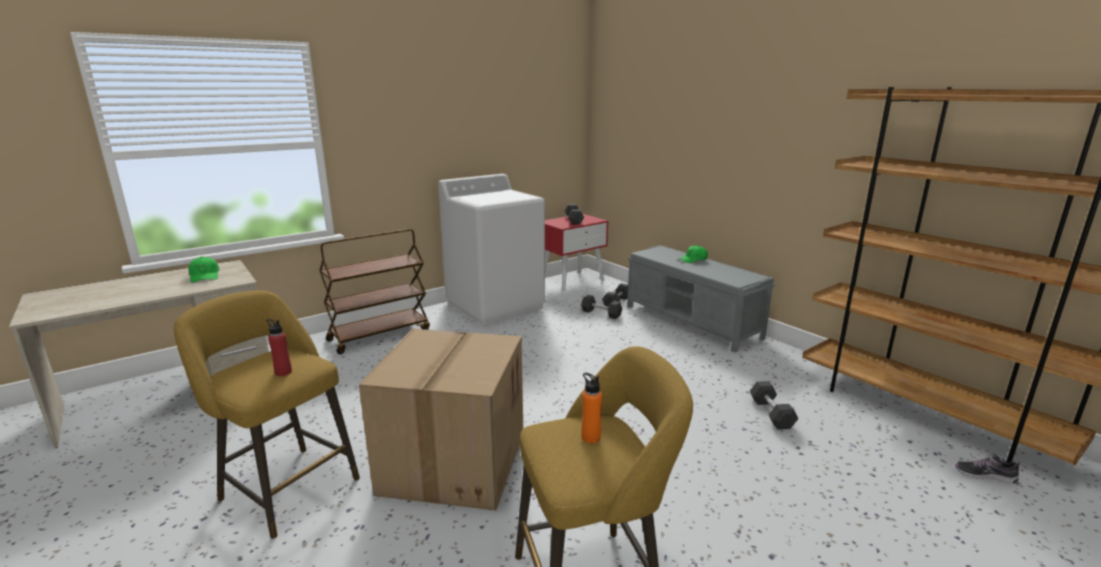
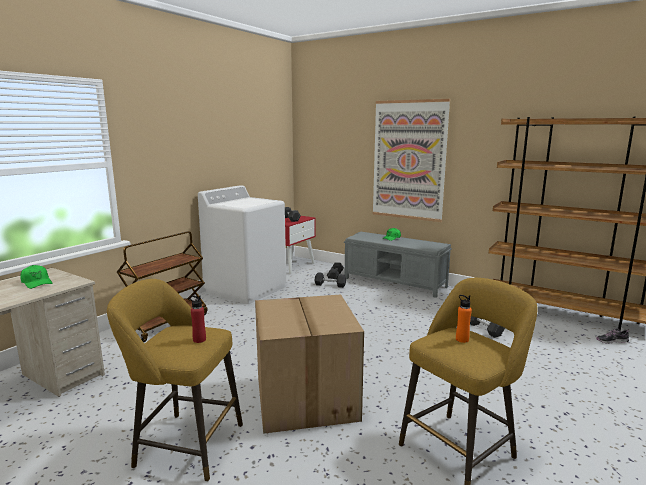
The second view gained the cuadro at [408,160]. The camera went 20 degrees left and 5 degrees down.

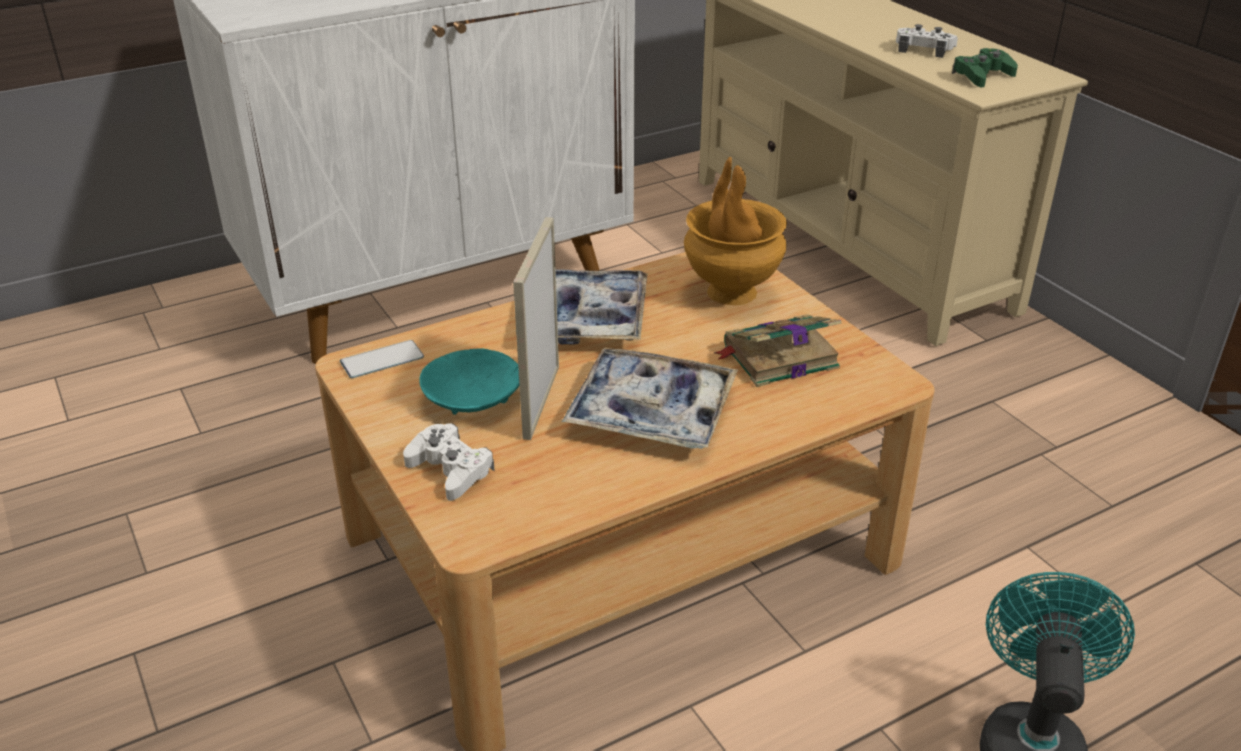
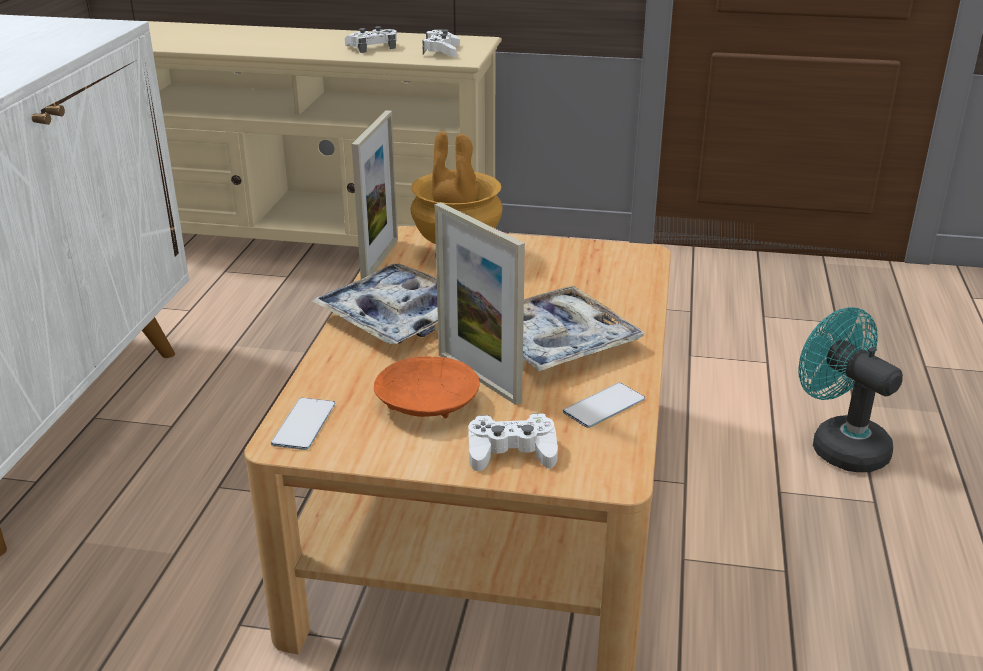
What was the cuenco [turquesa] at [473,397] turned into the cuenco [naranja] at [427,403]. The second view lost the libro at [777,357]. What was the mando de consola [verde] at [982,76] turned into the mando de consola [blanco] at [441,51]. The second view gained the portarretratos at [380,259]. The second view gained the móvil at [604,406]. The camera went 50 degrees left and 5 degrees down.

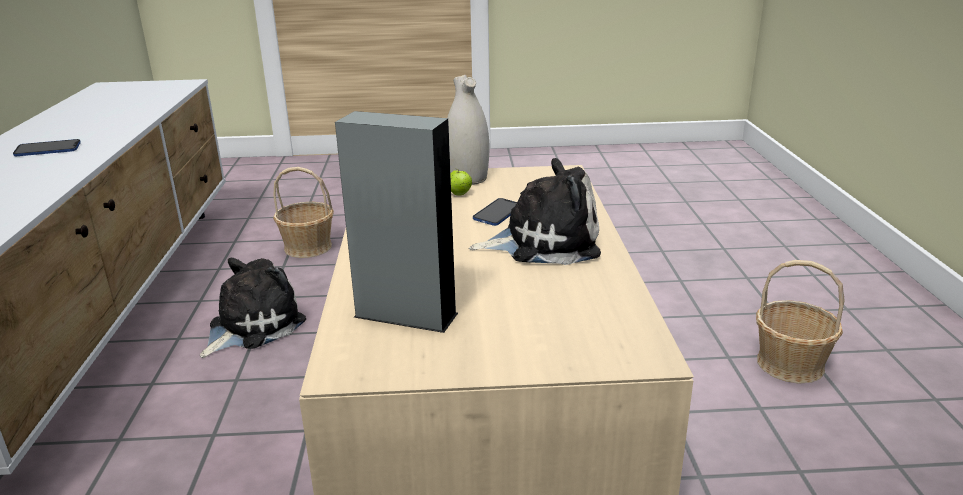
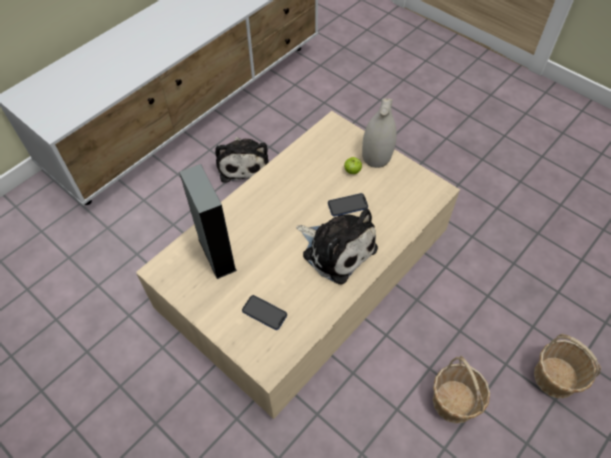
The móvil ended up elsewhere, having gone from [48,150] to [264,313]. The peluche at [252,326] ended up facing another way, 90 degrees clockwise from before. The cesta ended up elsewhere, having gone from [308,247] to [555,378]. The camera went 45 degrees right and 30 degrees up.

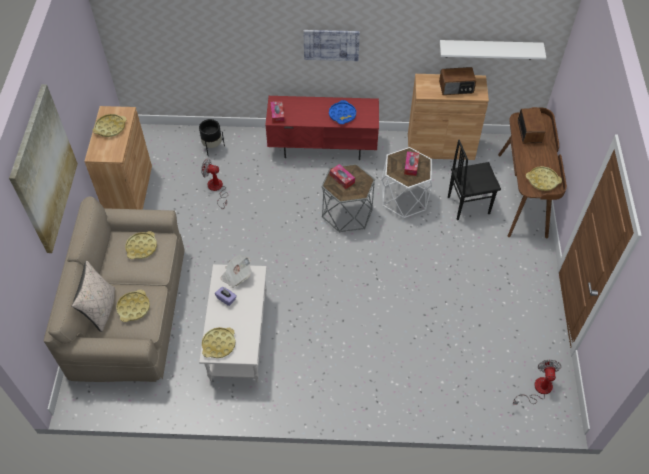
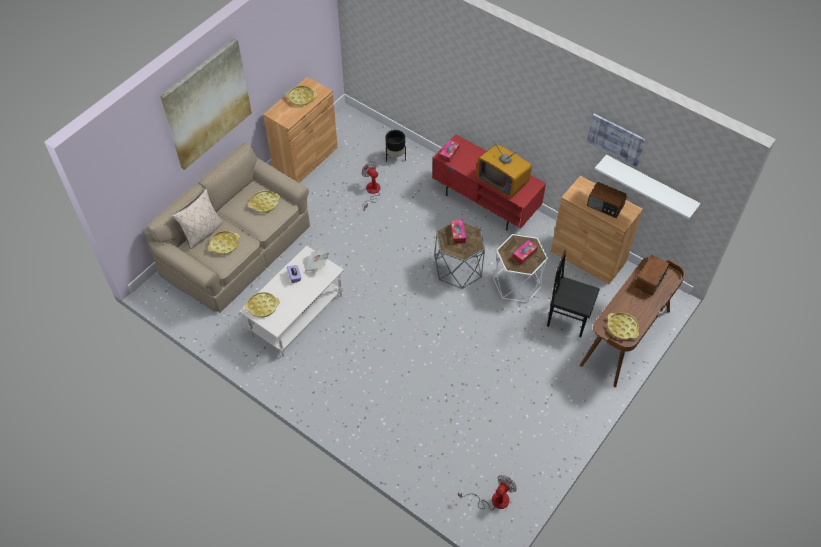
The cuadro ended up elsewhere, having gone from [331,44] to [616,139]. Where the bandeja [azul] stood at [342,114], the televisor came to stand at [502,181]. The camera went 35 degrees right and 0 degrees up.

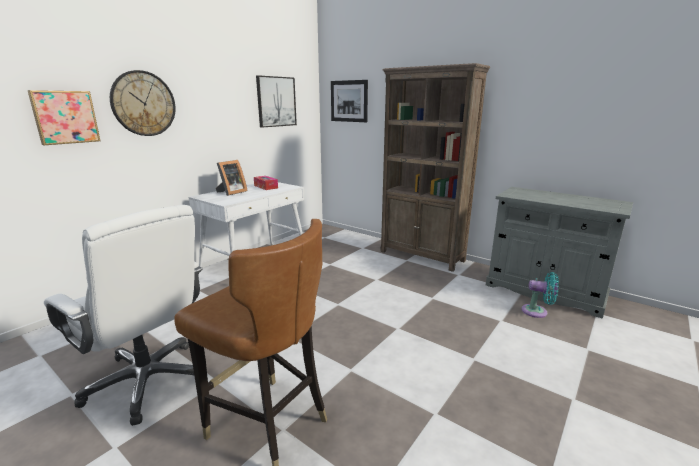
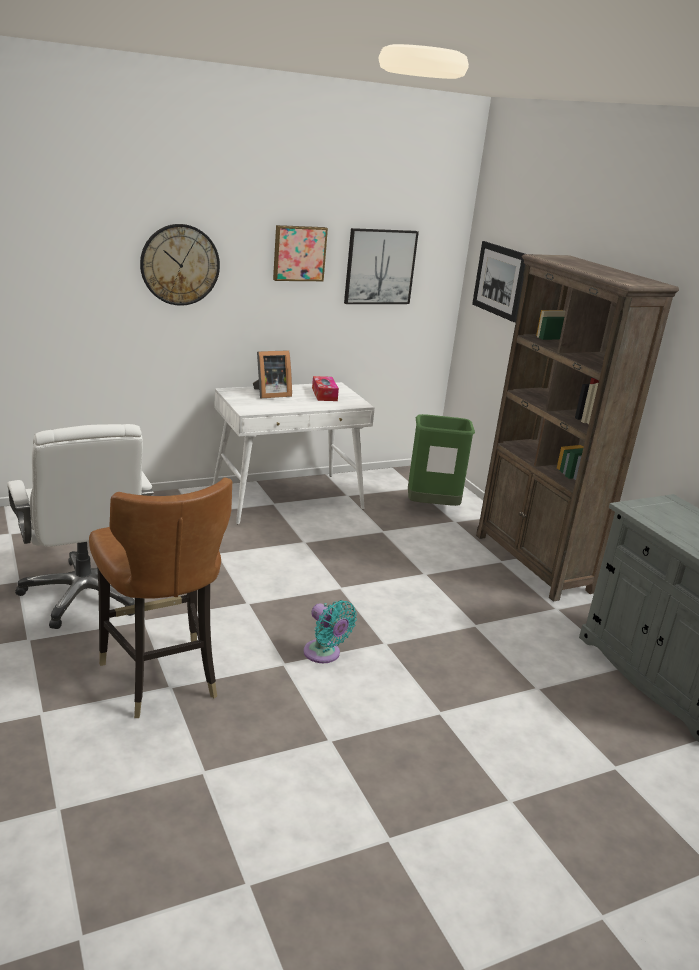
The cuadro ended up elsewhere, having gone from [65,117] to [299,253]. The ventilador [turquesa] ended up elsewhere, having gone from [537,312] to [324,654]. The second view gained the papelera [verde] at [431,508]. The camera went 25 degrees right and 5 degrees up.

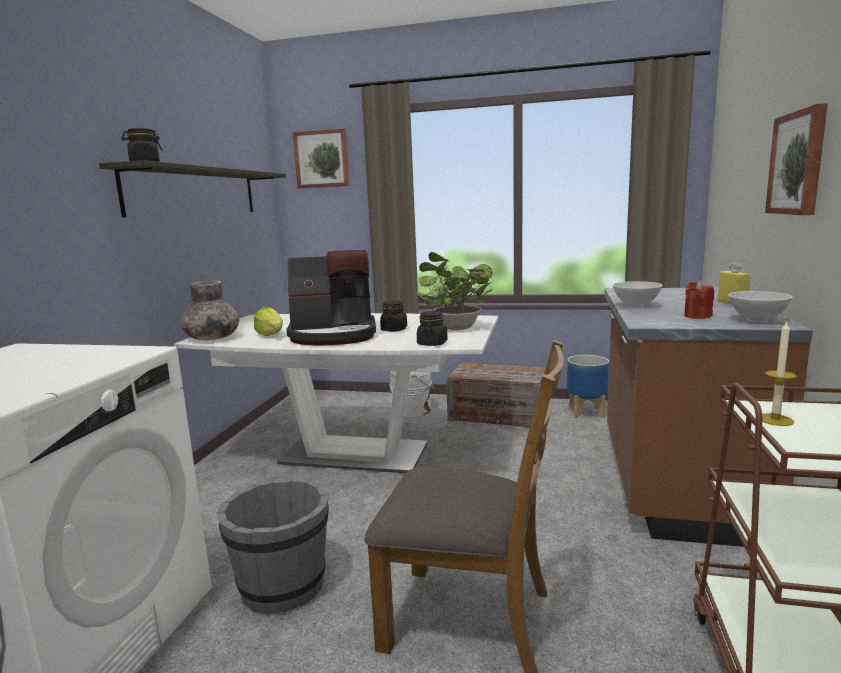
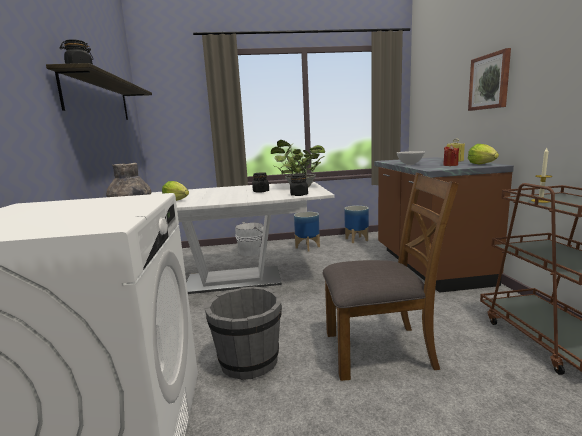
The second view lost the cafetera at [334,335]. The second view lost the cuadro at [322,159]. Where the caja de embalaje stood at [498,415], the maceta came to stand at [307,247]. Where the cuenco [blanco] stood at [757,320], the lechuga came to stand at [482,164]. The camera went 20 degrees left and 0 degrees up.

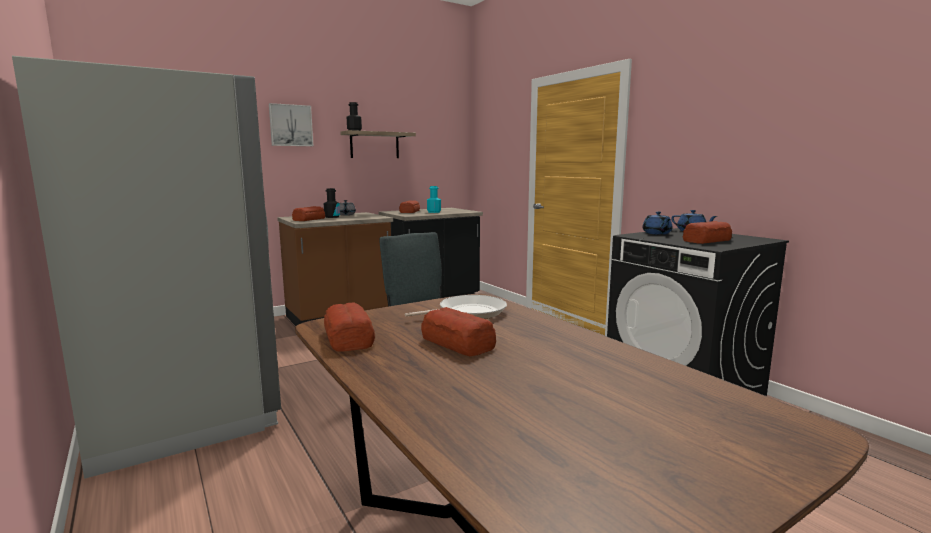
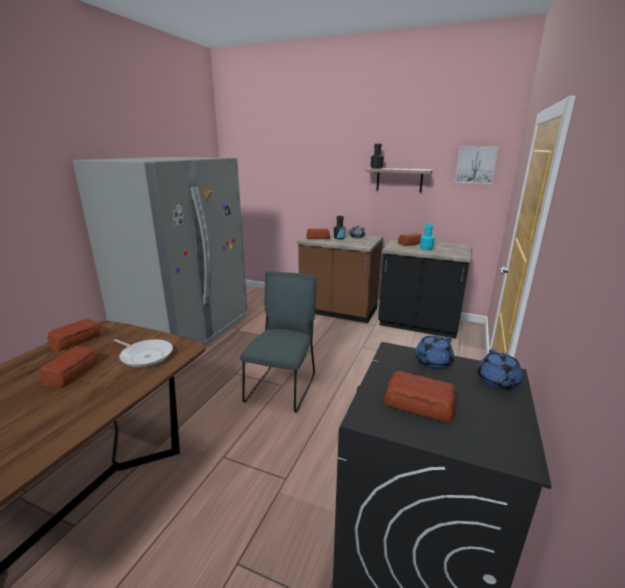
The cuadro ended up elsewhere, having gone from [290,125] to [476,165]. The camera went 55 degrees right and 10 degrees up.

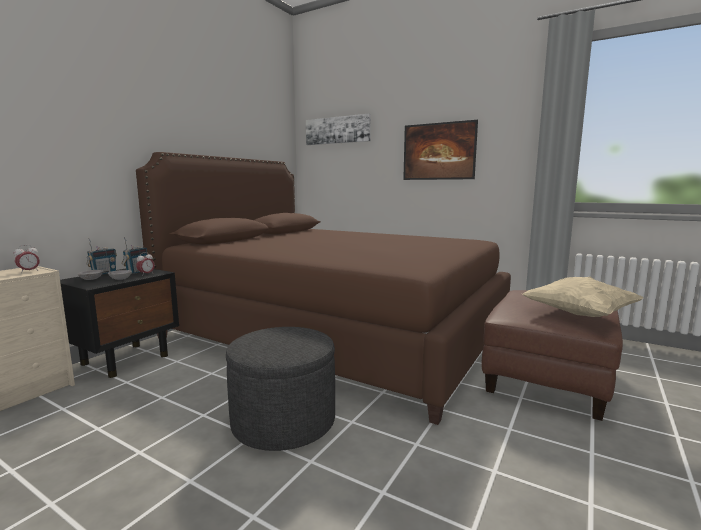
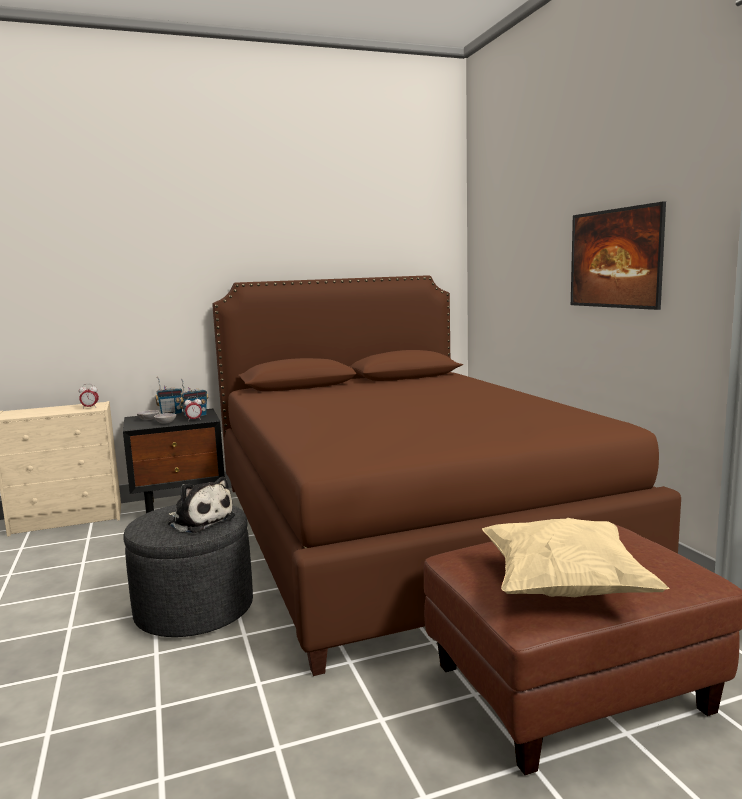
The second view lost the cuadro at [337,130]. The second view gained the peluche at [199,520]. The camera went 40 degrees right and 0 degrees up.

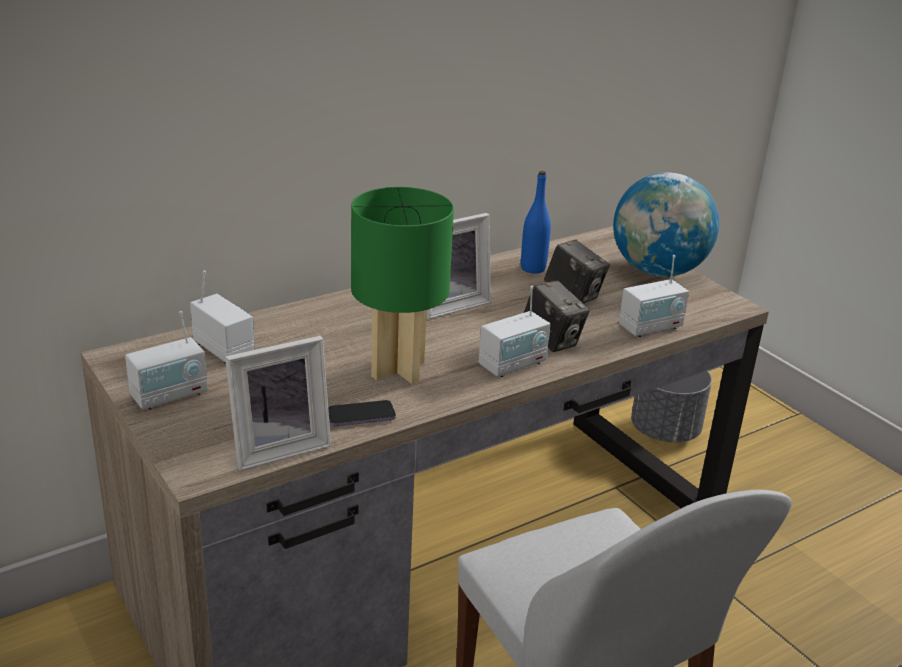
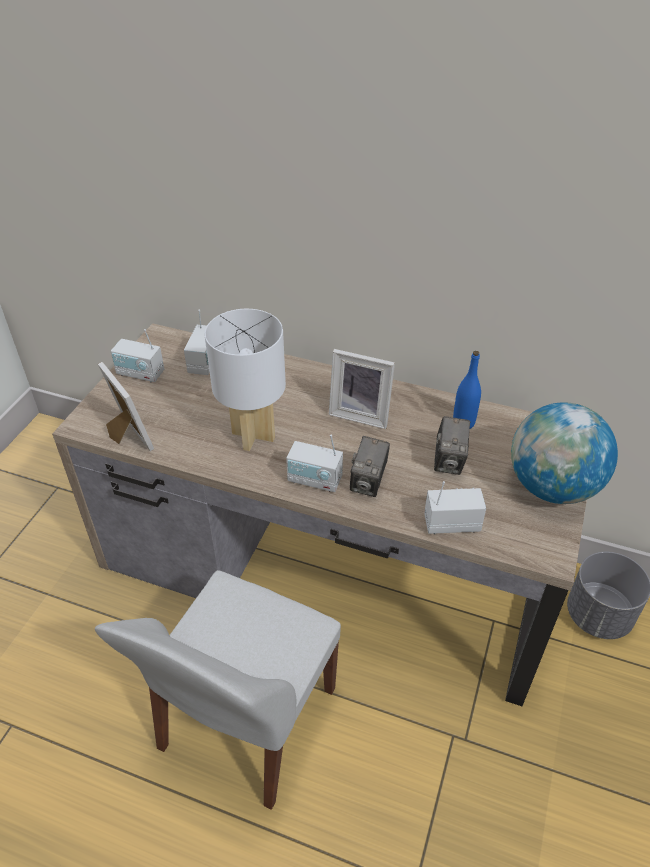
The portarretratos at [278,447] ended up facing another way, 150 degrees counterclockwise from before. The second view lost the móvil at [360,416]. What was the lámpara de mesa [verde] at [398,369] turned into the lámpara de mesa [blanco] at [254,435]. The radio at [651,327] ended up facing another way, 150 degrees clockwise from before. The camera went 55 degrees right and 15 degrees up.

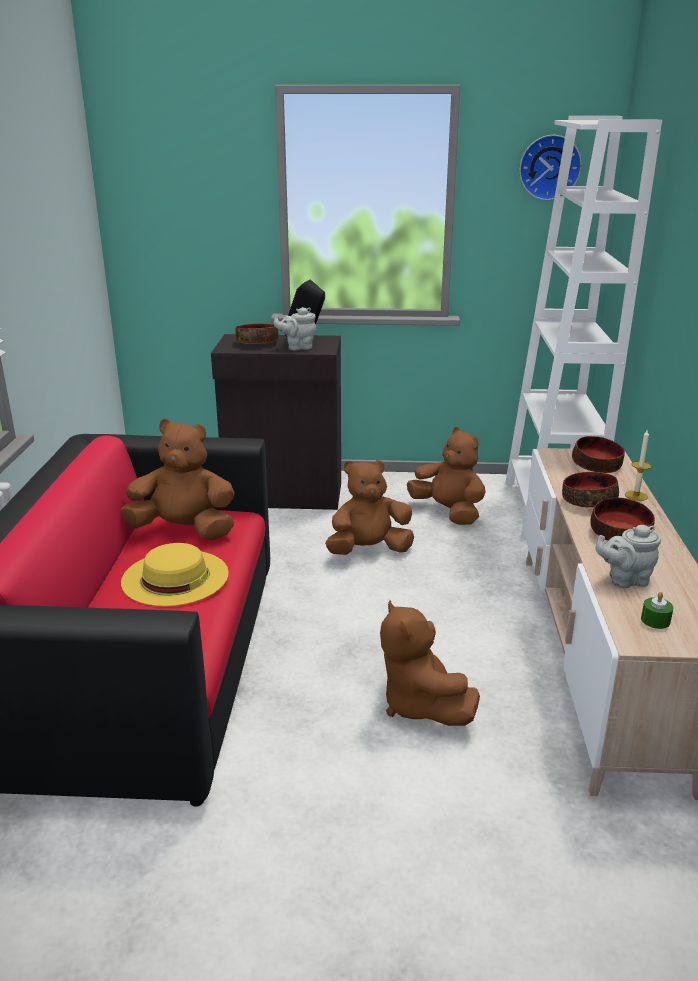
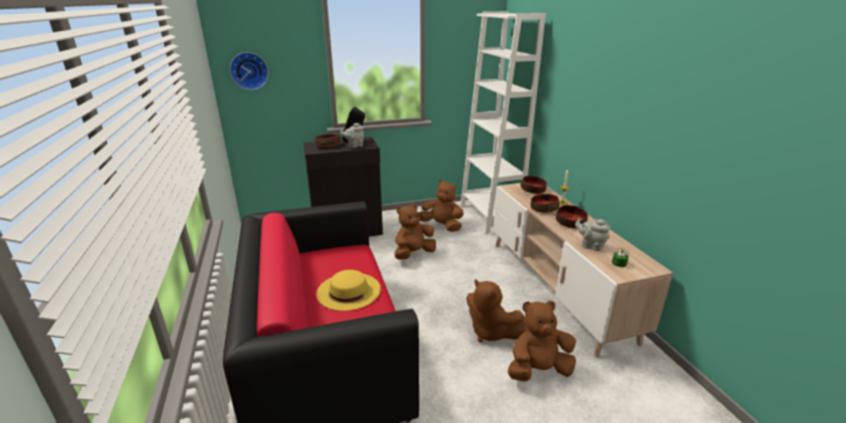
The peluche [marrón] ended up elsewhere, having gone from [183,531] to [538,370]. The reloj de pared ended up elsewhere, having gone from [549,167] to [249,71]. The tetera [gris] at [625,580] ended up facing another way, 60 degrees clockwise from before. The camera went 20 degrees left and 0 degrees up.

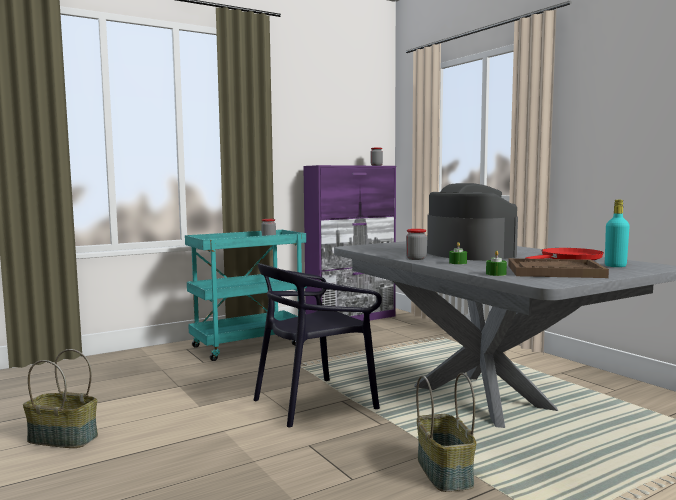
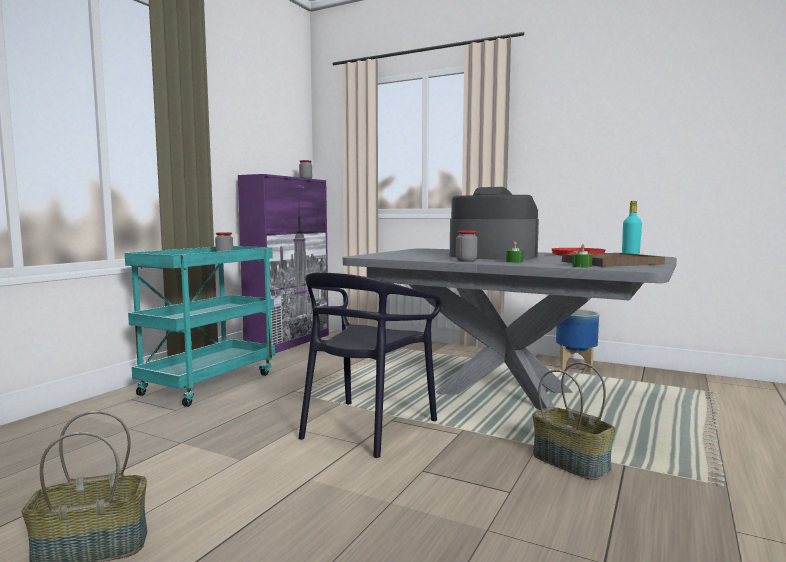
The second view gained the maceta at [576,366]. The camera went 30 degrees left and 0 degrees up.

